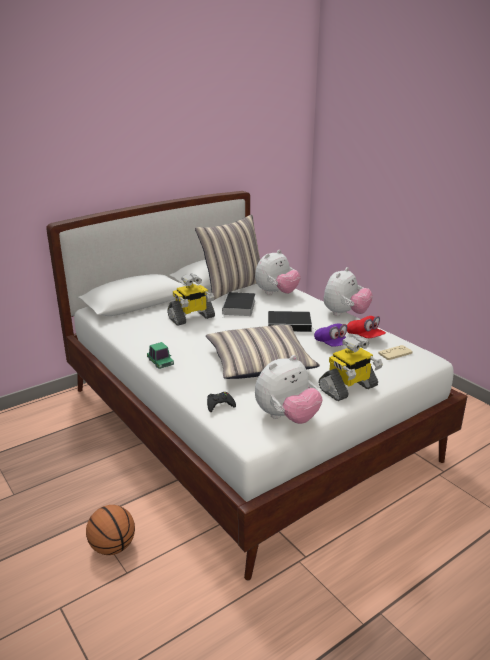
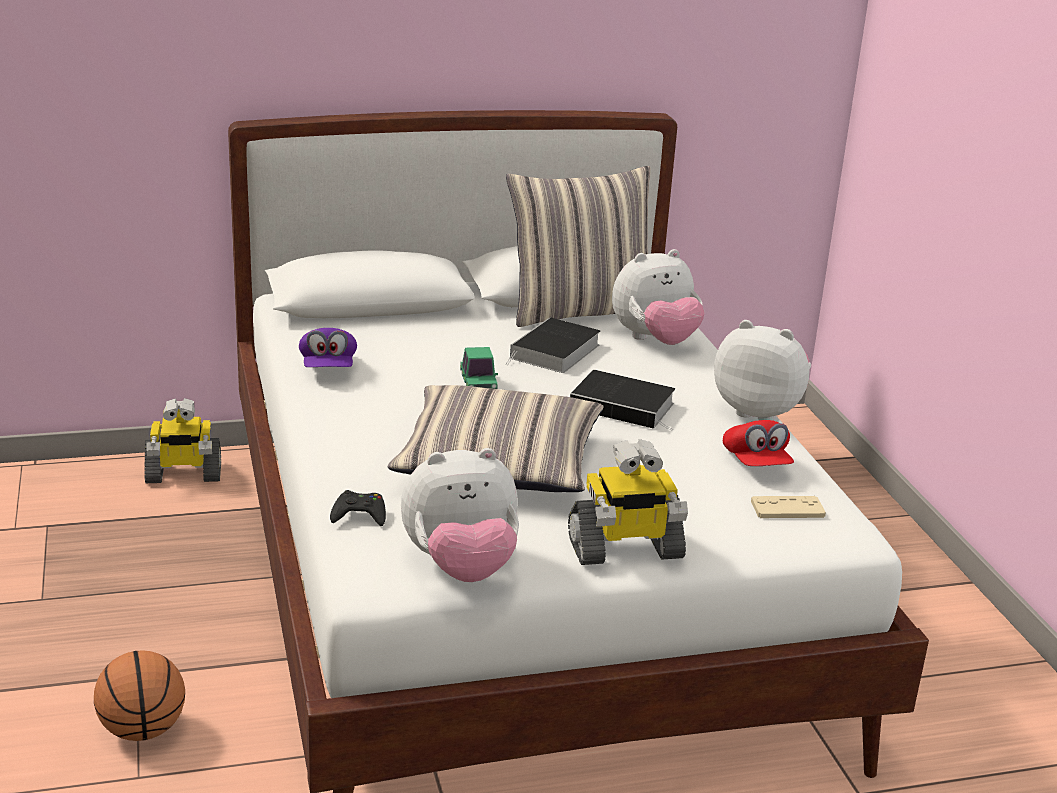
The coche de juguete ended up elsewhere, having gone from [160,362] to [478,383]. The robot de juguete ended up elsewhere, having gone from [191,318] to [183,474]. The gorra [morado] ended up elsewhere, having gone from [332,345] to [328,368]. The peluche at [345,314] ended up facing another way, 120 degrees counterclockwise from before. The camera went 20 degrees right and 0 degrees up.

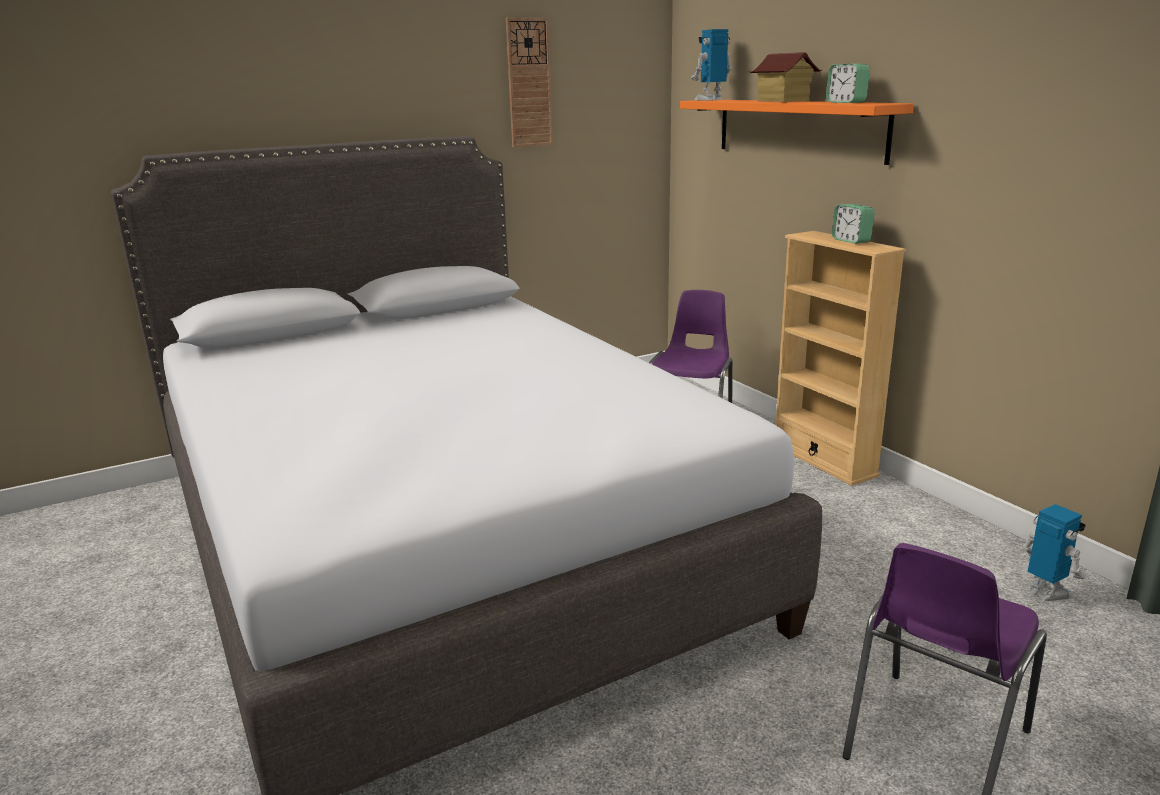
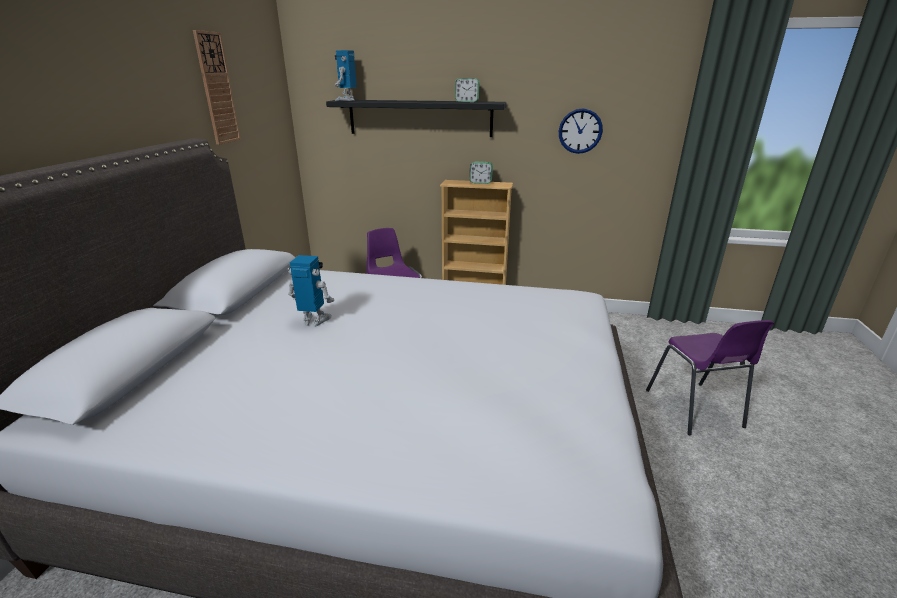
What was the estante [naranja] at [798,128] turned into the estante [negro] at [420,118]. The second view lost the casita at [783,101]. The robot de juguete ended up elsewhere, having gone from [1046,593] to [314,321]. The second view gained the reloj de pared at [580,131]. The camera went 50 degrees left and 5 degrees up.

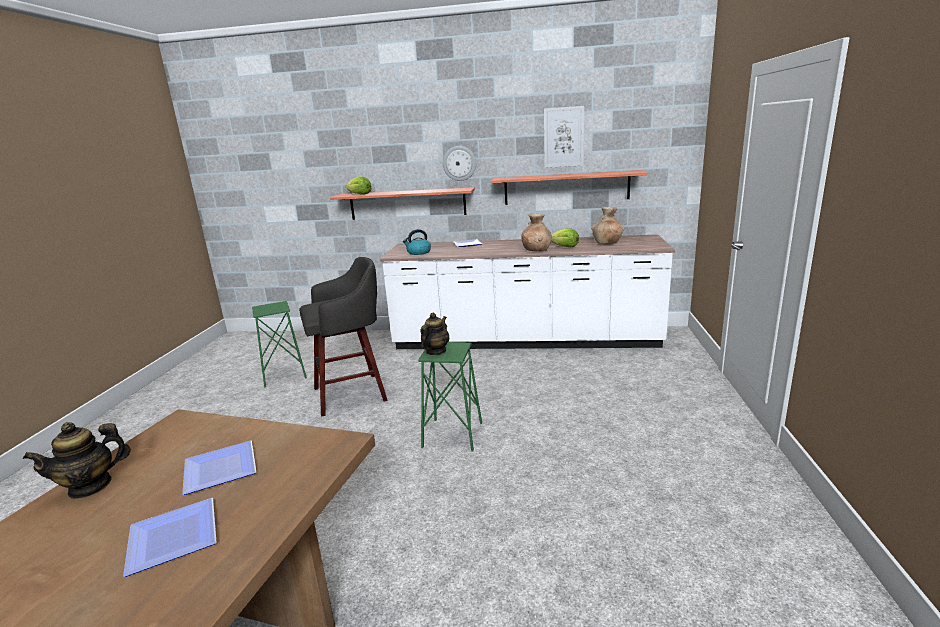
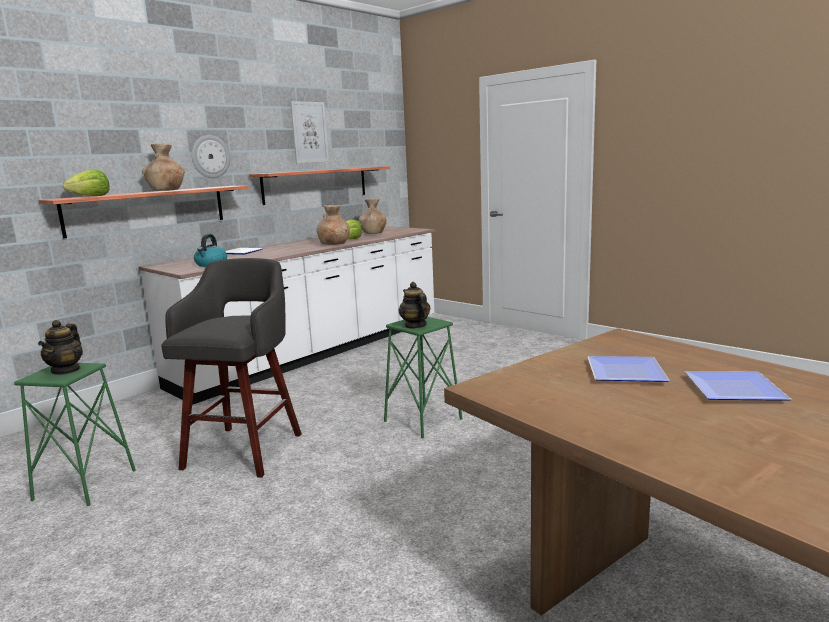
The tetera ended up elsewhere, having gone from [90,486] to [66,370]. The second view gained the florero [marrón] at [166,190]. The camera went 55 degrees left and 5 degrees down.

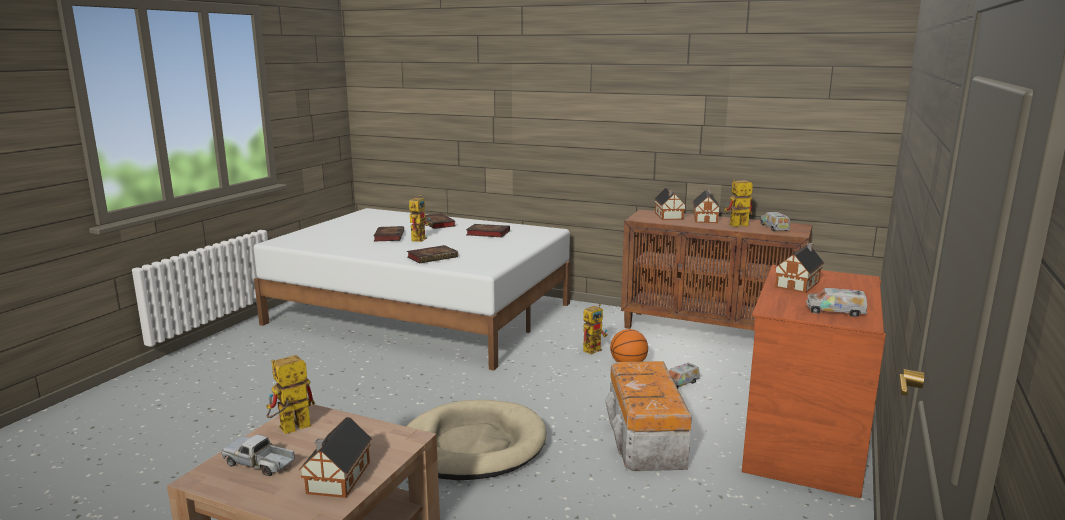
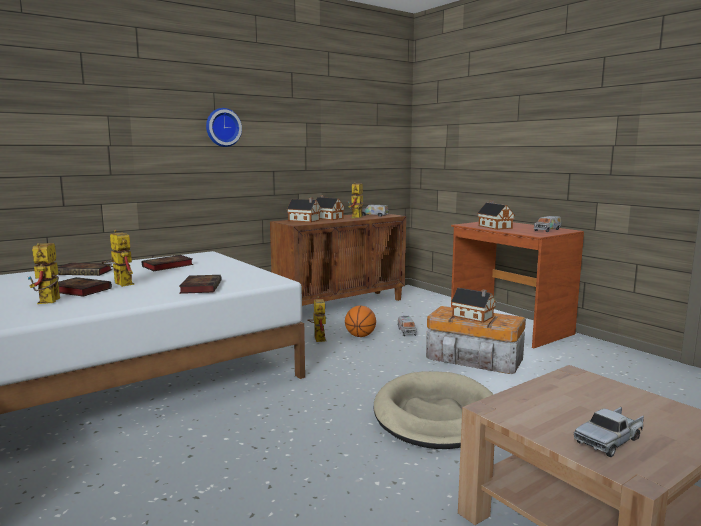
The robot de juguete ended up elsewhere, having gone from [289,430] to [49,302]. The casita ended up elsewhere, having gone from [336,479] to [474,317]. The second view gained the reloj de pared at [222,127]. The camera went 60 degrees left and 5 degrees down.

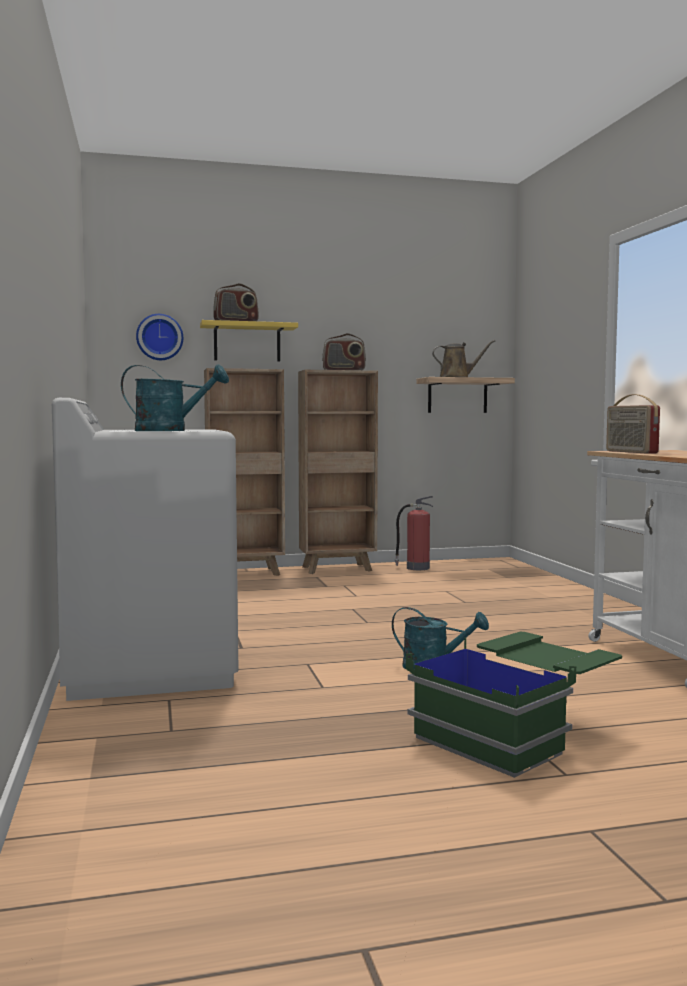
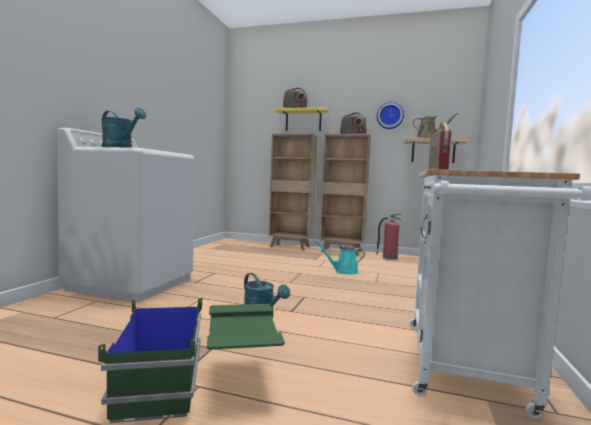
The reloj de pared ended up elsewhere, having gone from [159,337] to [390,116]. The second view gained the regadera [turquesa] at [344,271]. The camera went 30 degrees right and 0 degrees up.

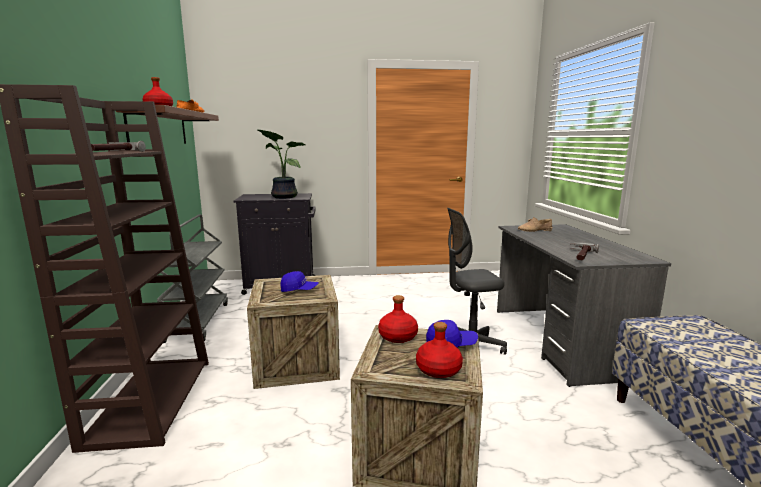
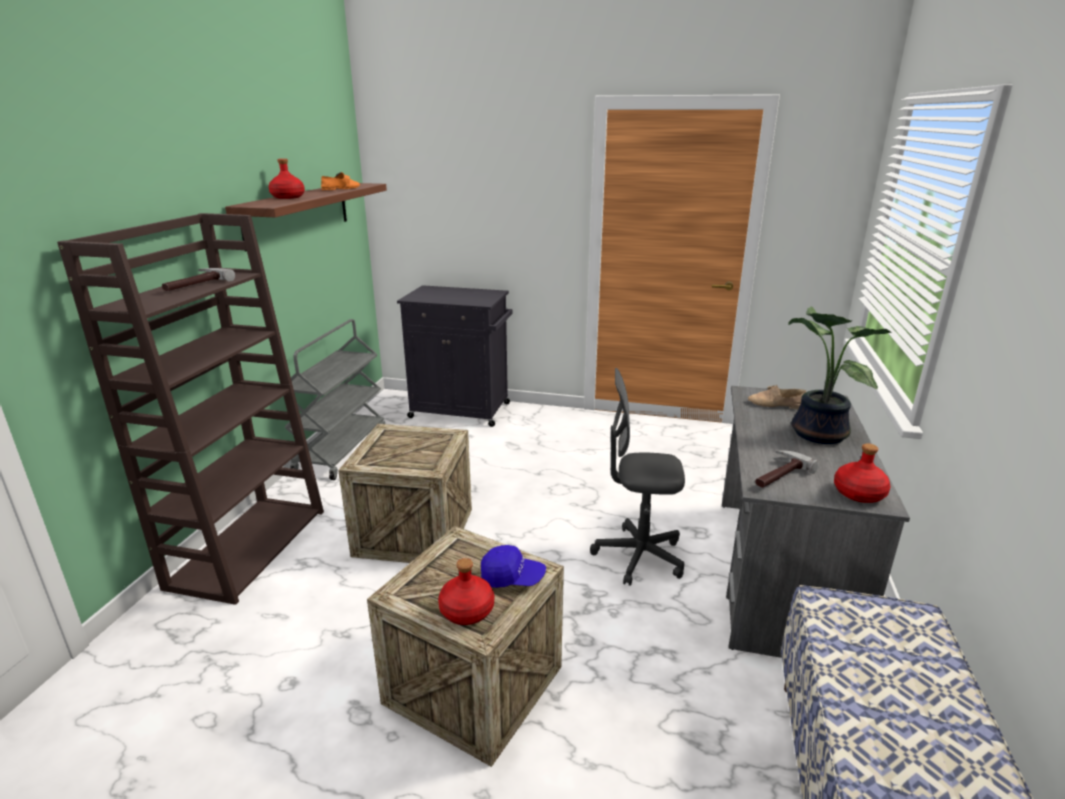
The planta en maceta ended up elsewhere, having gone from [282,197] to [815,433]. The second view lost the gorra [azul] at [299,290]. The botella [rojo] ended up elsewhere, having gone from [397,336] to [858,493]. The camera went 20 degrees right and 10 degrees up.

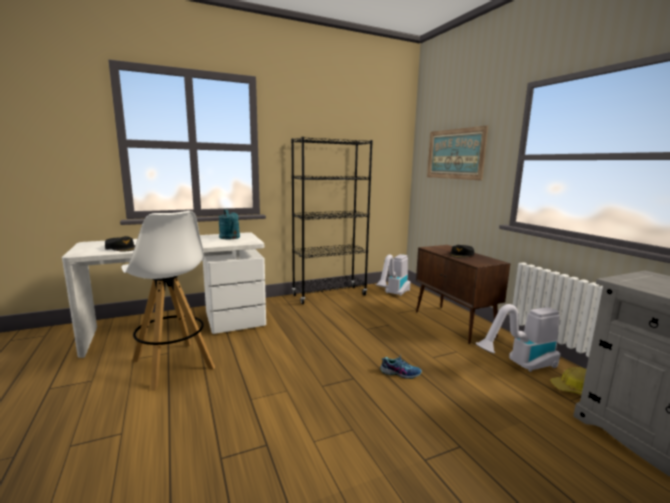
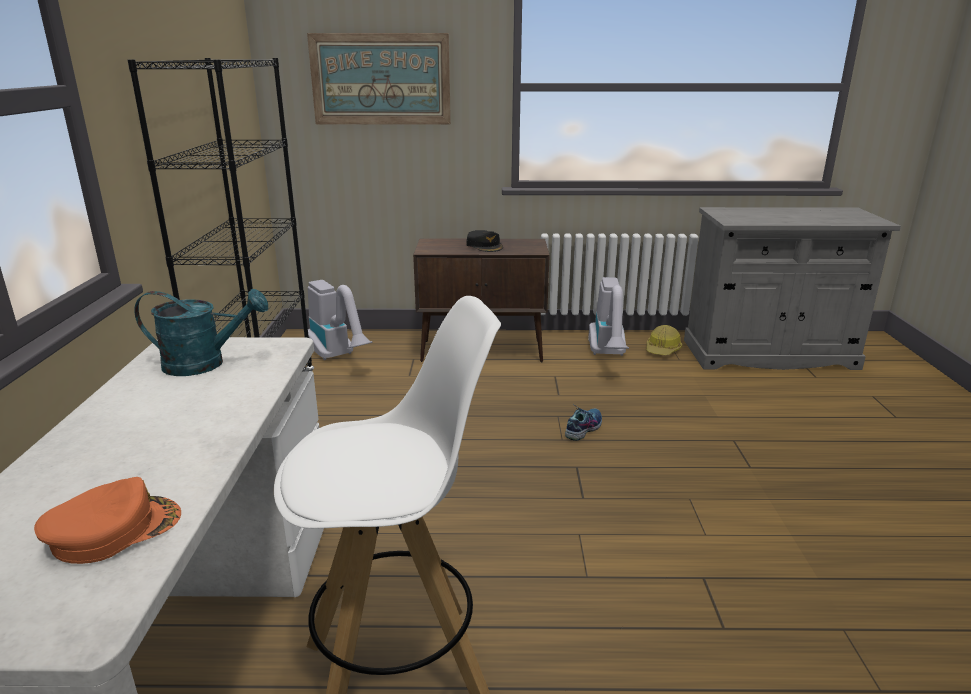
What was the gorra [negro] at [121,248] turned into the gorra [naranja] at [114,529]. The camera went 65 degrees left and 10 degrees up.

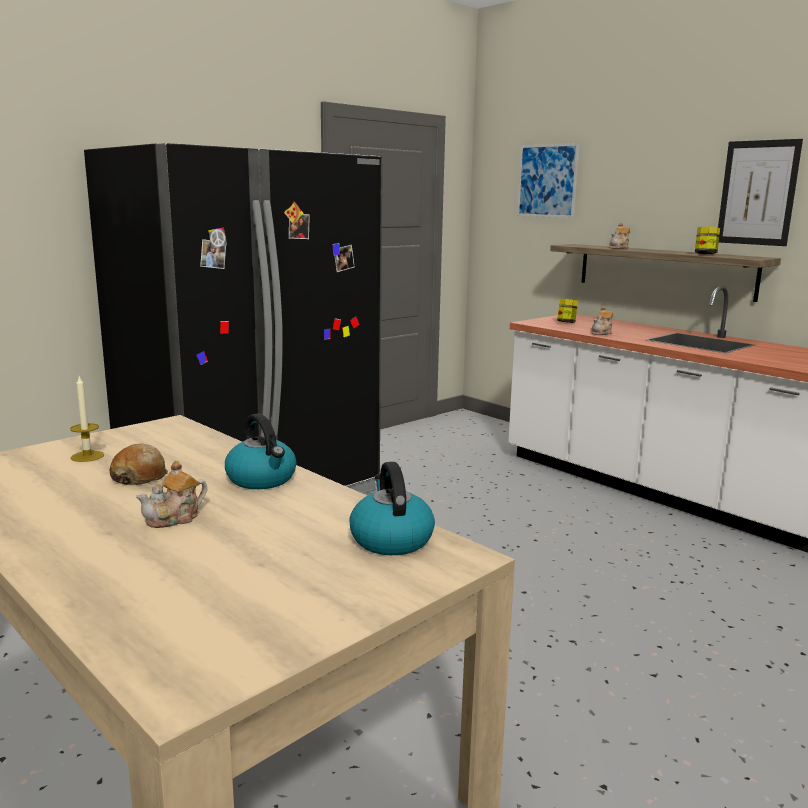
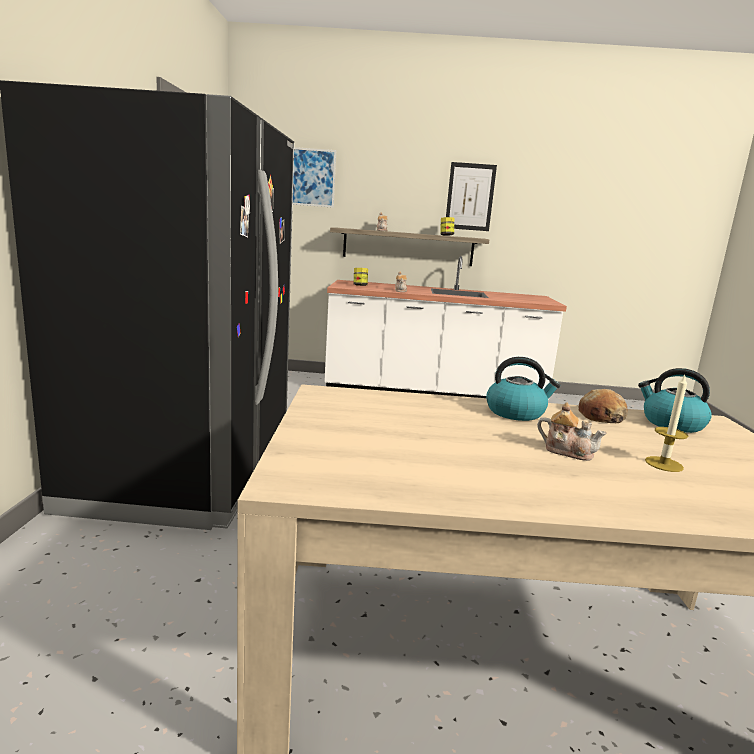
The vela ended up elsewhere, having gone from [87,456] to [664,464]. The pan ended up elsewhere, having gone from [139,476] to [601,416]. The tetera at [175,518] ended up facing another way, 60 degrees counterclockwise from before. The camera went 45 degrees left and 0 degrees up.

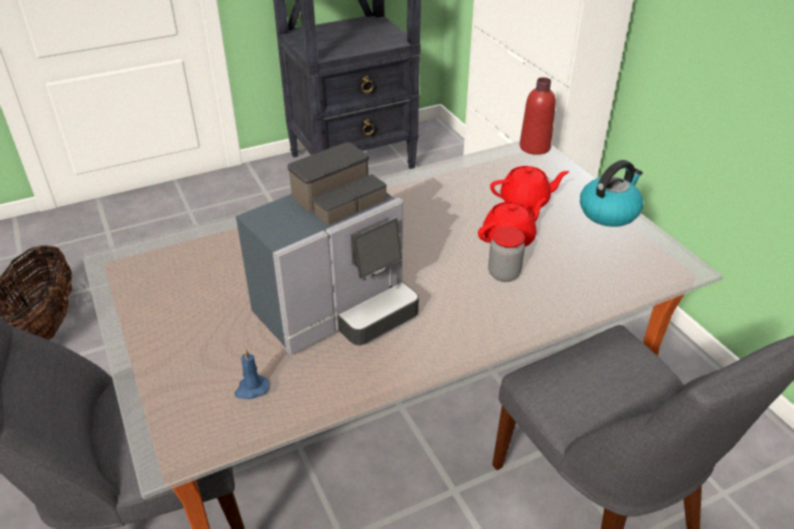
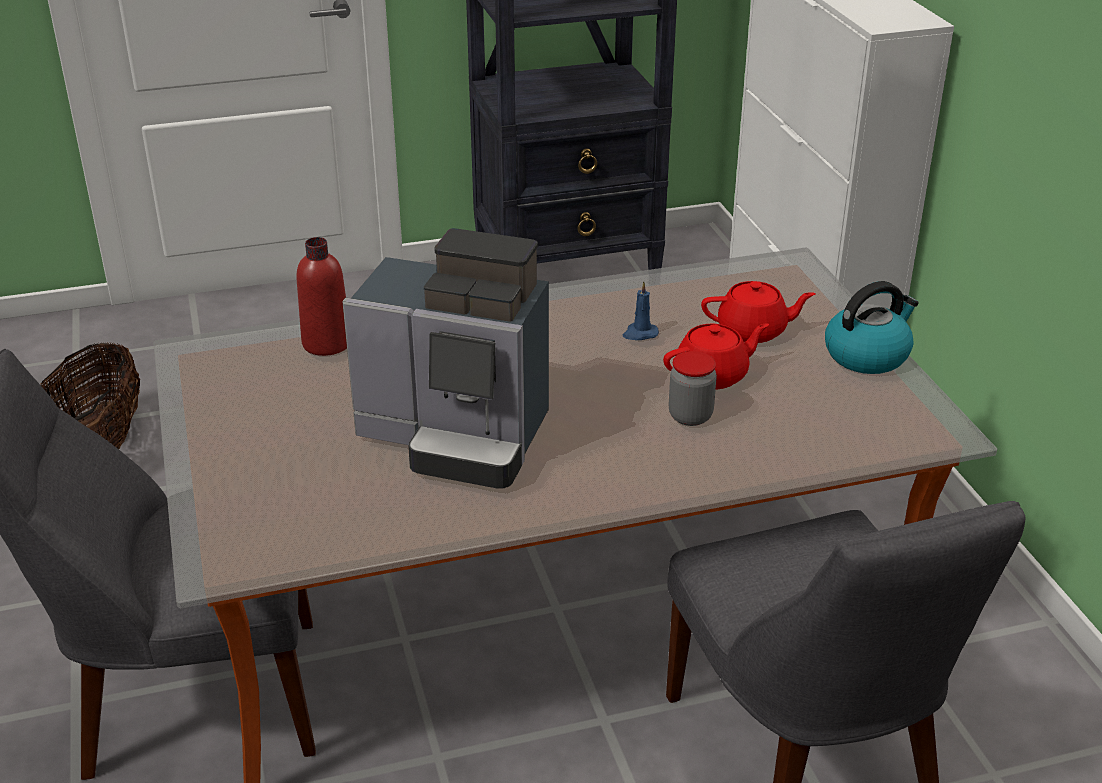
The vela [azul] ended up elsewhere, having gone from [251,389] to [640,334]. The cafetera at [338,310] ended up facing another way, 45 degrees clockwise from before. The botella [rojo] ended up elsewhere, having gone from [534,147] to [327,343]. The camera went 10 degrees right and 5 degrees down.

